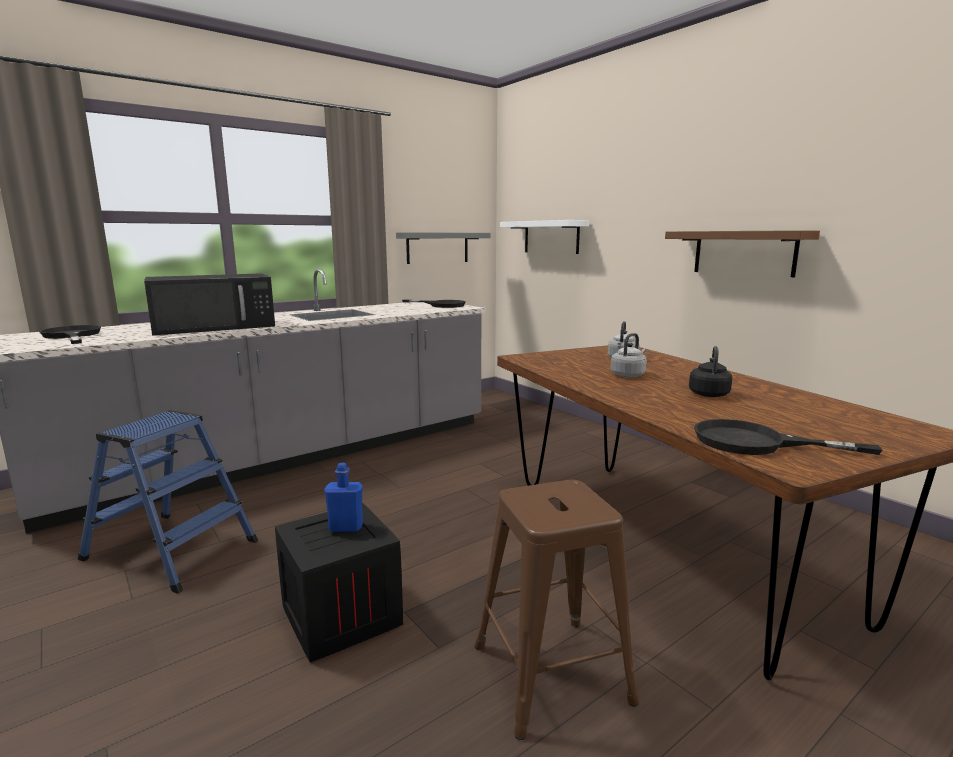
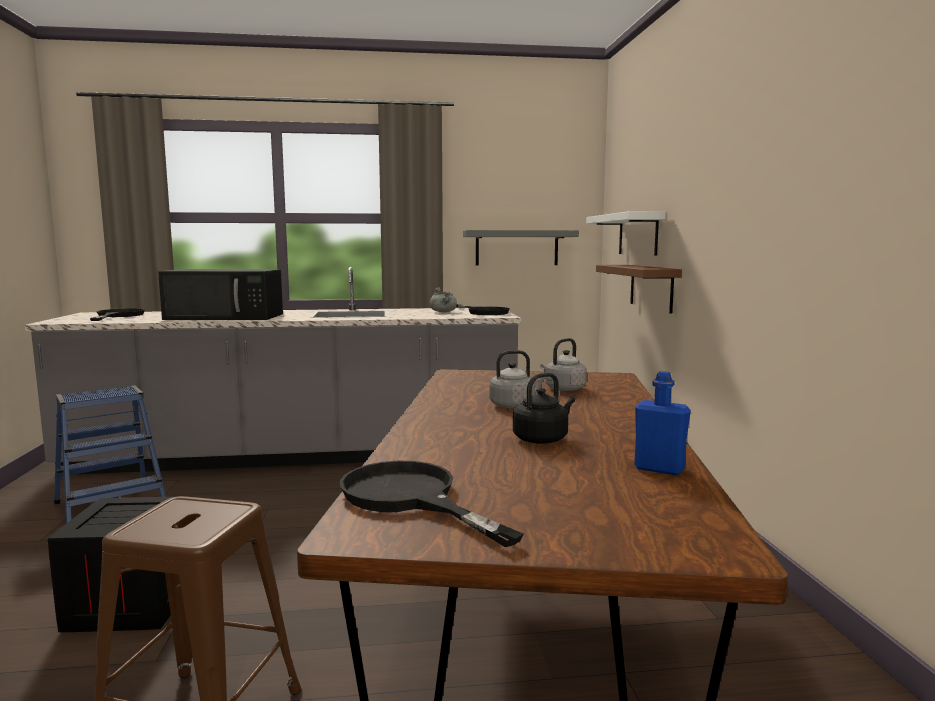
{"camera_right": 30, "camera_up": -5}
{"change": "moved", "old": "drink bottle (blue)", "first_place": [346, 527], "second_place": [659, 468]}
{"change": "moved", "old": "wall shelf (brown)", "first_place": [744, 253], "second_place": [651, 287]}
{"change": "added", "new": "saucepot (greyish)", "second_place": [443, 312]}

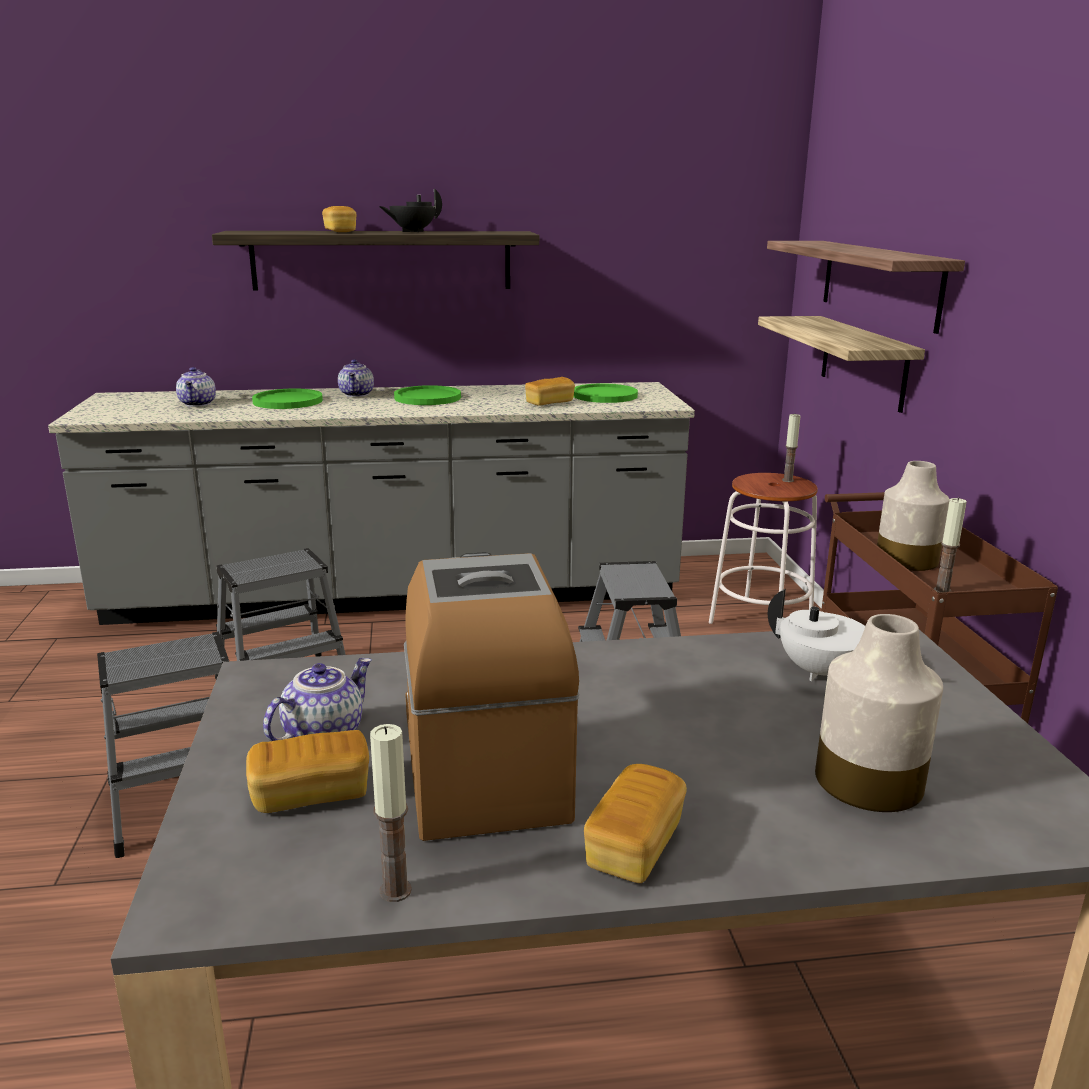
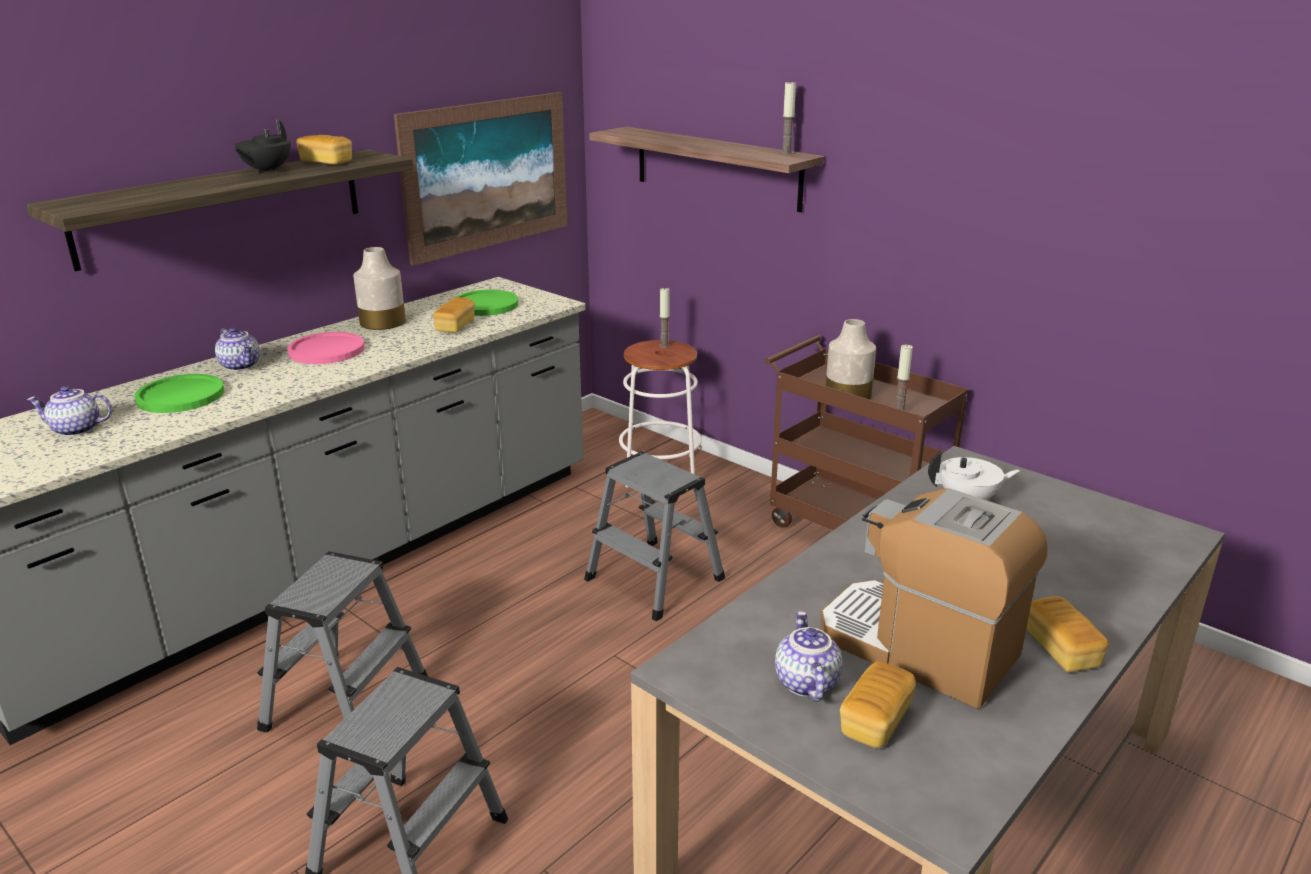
{"camera_right": -40, "camera_up": 5}
{"change": "turned", "old": "pot for tea", "first_place": [198, 404], "second_place": [75, 430], "degrees": 135}
{"change": "moved", "old": "bread", "first_place": [340, 231], "second_place": [326, 162]}
{"change": "moved", "old": "wax candle", "first_place": [395, 891], "second_place": [786, 153]}
{"change": "recoloured", "old": "flat dish (greenish)", "new": "flat dish (pink)", "first_place": [427, 398], "second_place": [326, 350]}
{"change": "removed", "old": "wall shelf", "first_place": [863, 362]}
{"change": "moved", "old": "vase (beige)", "first_place": [868, 780], "second_place": [382, 322]}
{"change": "added", "new": "wall picture", "second_place": [487, 175]}

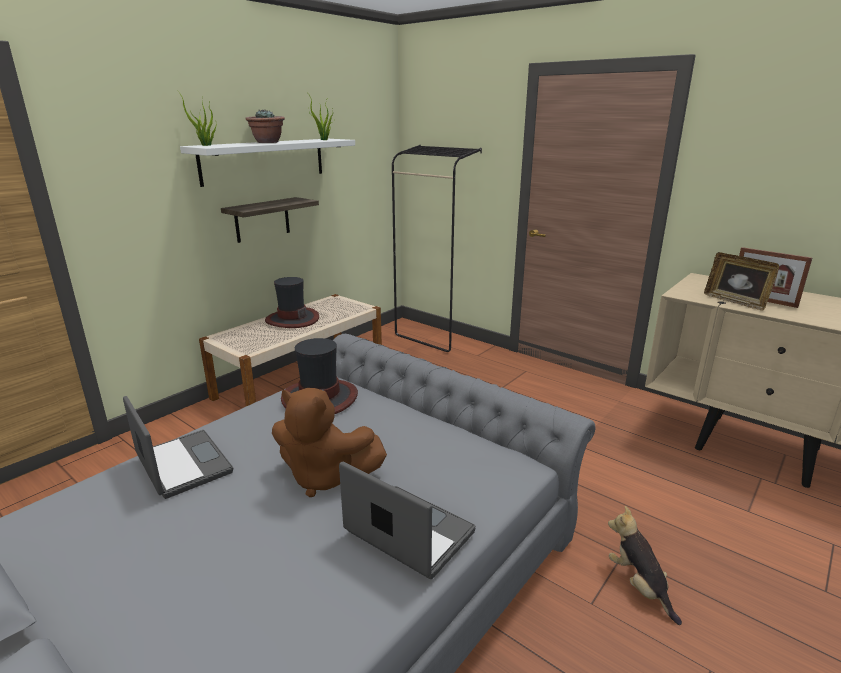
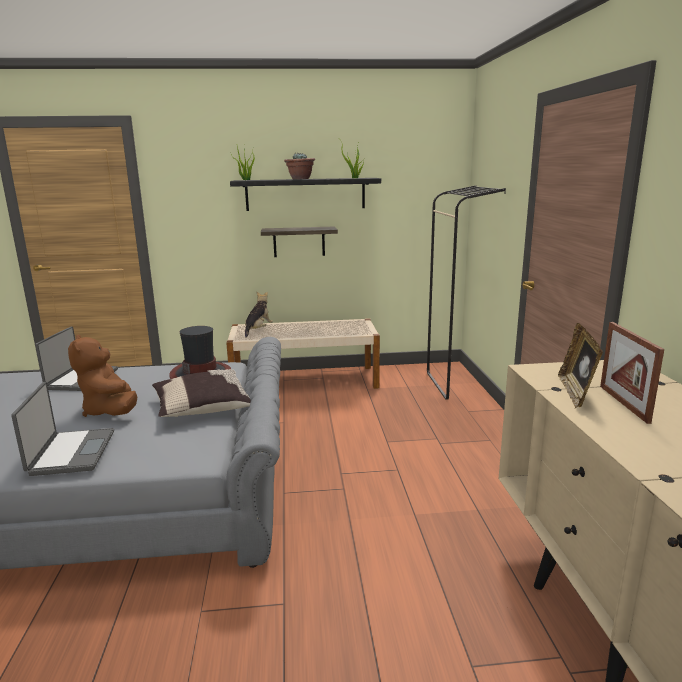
{"camera_right": 45, "camera_up": -5}
{"change": "recoloured", "old": "wall shelf (white)", "new": "wall shelf (blackish)", "first_place": [264, 160], "second_place": [305, 194]}
{"change": "removed", "old": "hat", "first_place": [292, 319]}
{"change": "moved", "old": "soft toy", "first_place": [639, 585], "second_place": [258, 330]}
{"change": "added", "new": "throw pillow", "second_place": [202, 407]}

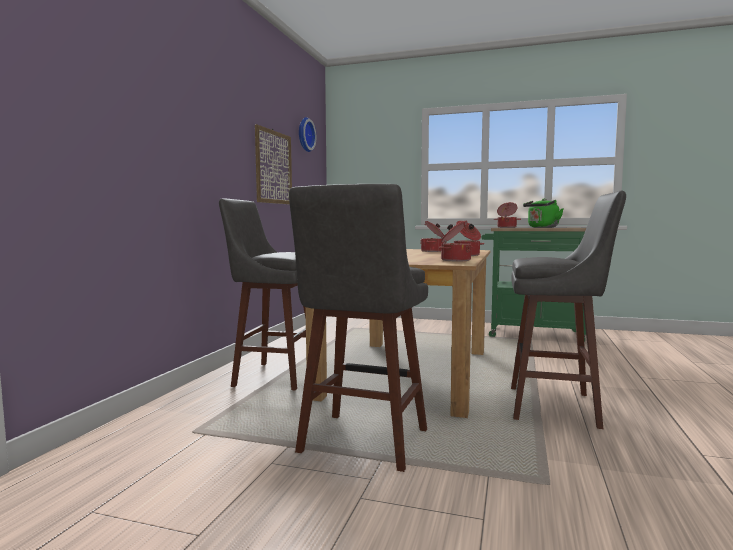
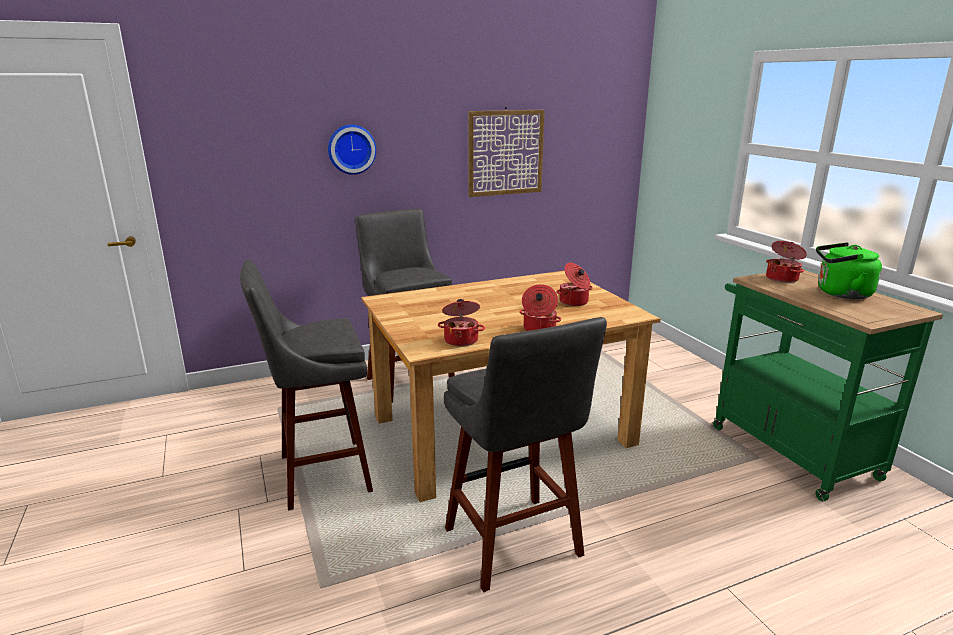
{"camera_right": 50, "camera_up": 15}
{"change": "moved", "old": "clock on the wall", "first_place": [304, 135], "second_place": [351, 149]}

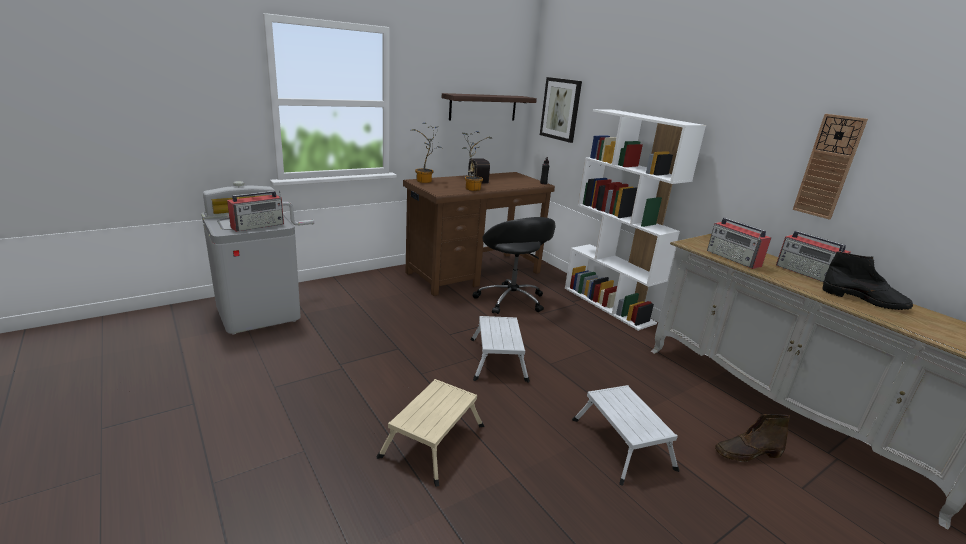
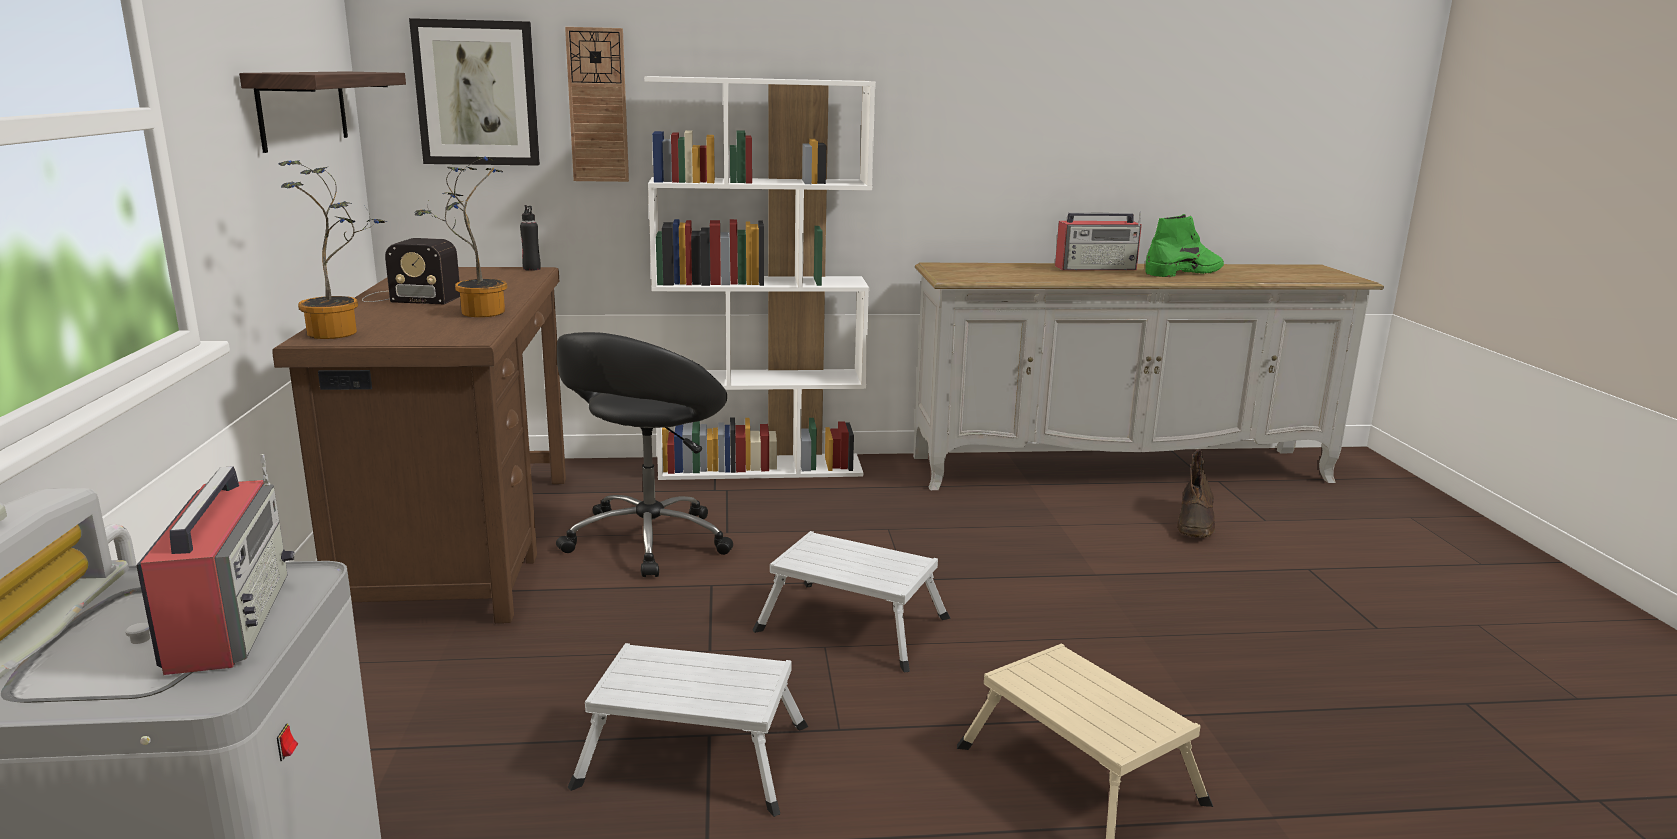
{"camera_right": -60, "camera_up": -5}
{"change": "turned", "old": "office chair (blackish)", "first_place": [511, 301], "second_place": [646, 543], "degrees": 105}
{"change": "moved", "old": "step ladder (white)", "first_place": [623, 444], "second_place": [695, 756]}
{"change": "removed", "old": "radio receiver", "first_place": [733, 258]}
{"change": "moved", "old": "clock on the wall", "first_place": [828, 167], "second_place": [598, 105]}
{"change": "recoloured", "old": "boot (blackish)", "new": "boot (greenish)", "first_place": [864, 300], "second_place": [1184, 272]}

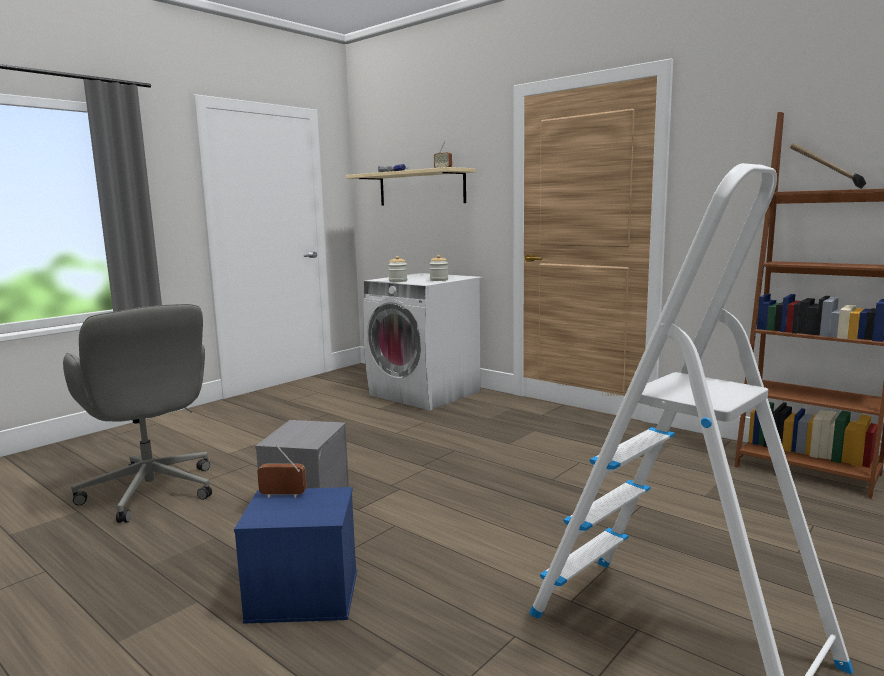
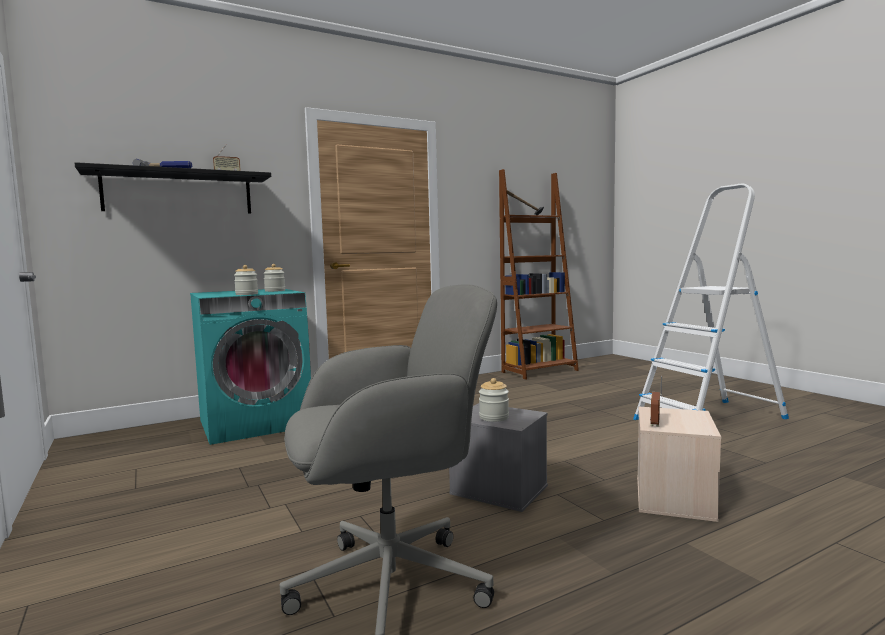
{"camera_right": -70, "camera_up": -5}
{"change": "recoloured", "old": "storage bin (blue)", "new": "storage bin (beige)", "first_place": [301, 596], "second_place": [675, 498]}
{"change": "recoloured", "old": "wall shelf (beige)", "new": "wall shelf (blackish)", "first_place": [421, 188], "second_place": [179, 193]}
{"change": "recoloured", "old": "laundry machine (white)", "new": "laundry machine (blue-green)", "first_place": [427, 393], "second_place": [255, 422]}
{"change": "added", "new": "jar", "second_place": [494, 417]}

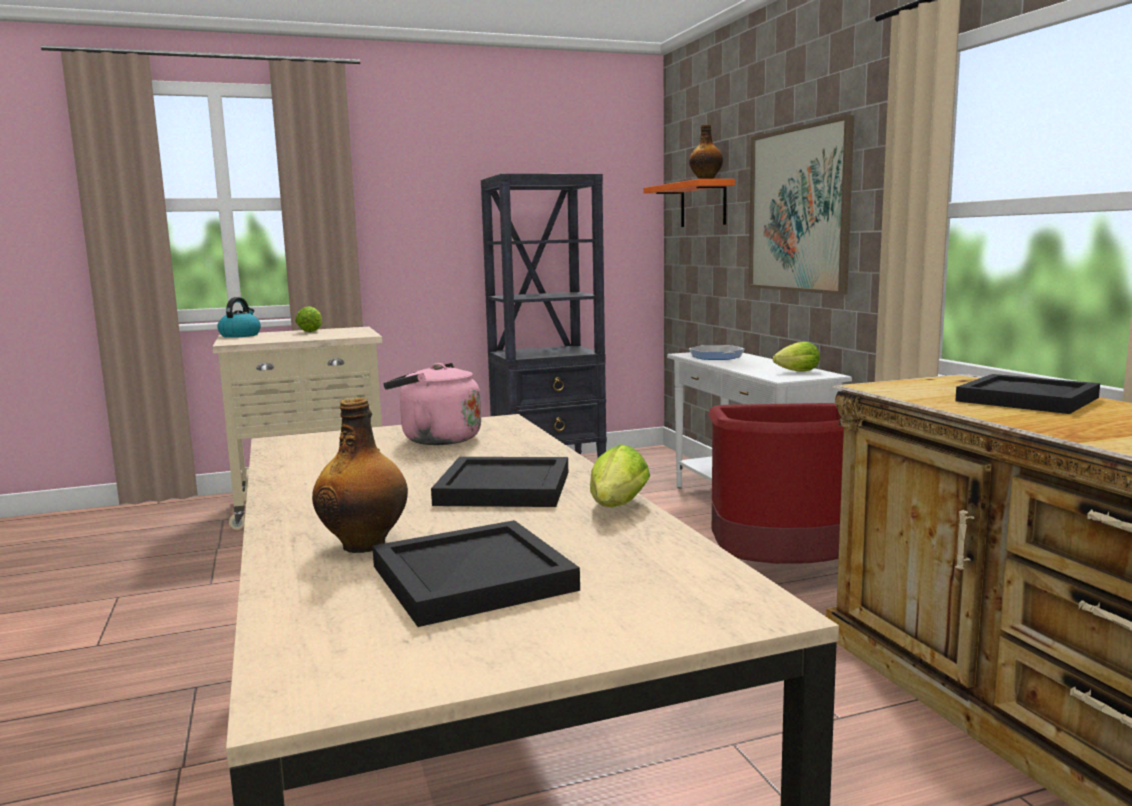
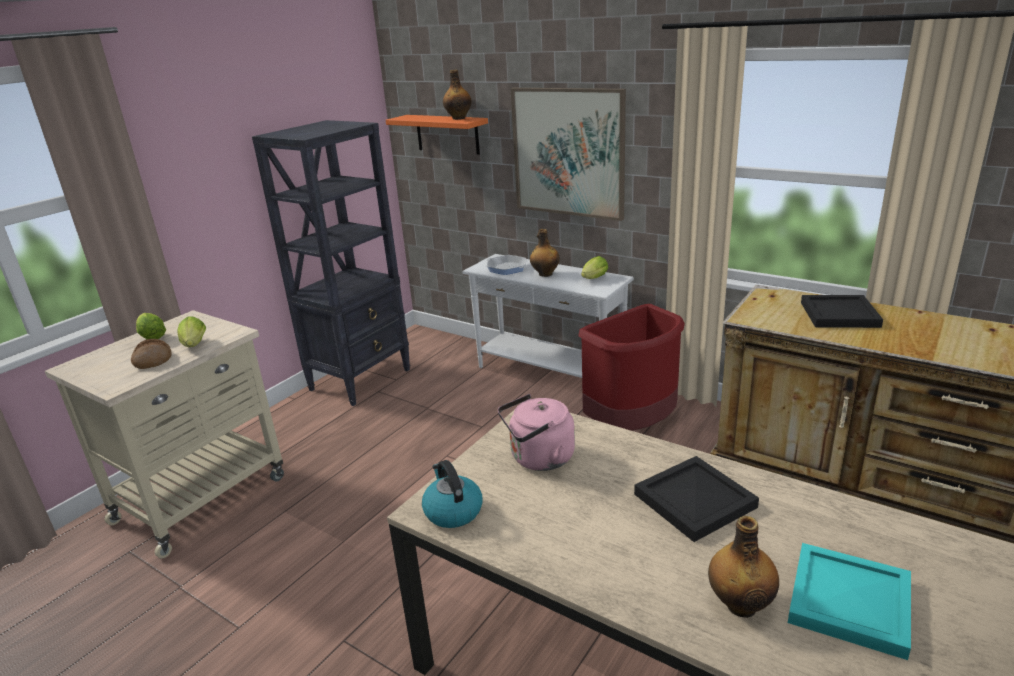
{"camera_right": -35, "camera_up": 15}
{"change": "moved", "old": "water kettle", "first_place": [240, 335], "second_place": [452, 511]}
{"change": "recoloured", "old": "tray (blackish)", "new": "tray (blue-green)", "first_place": [476, 578], "second_place": [851, 601]}
{"change": "moved", "old": "lettuce", "first_place": [616, 508], "second_place": [194, 346]}
{"change": "added", "new": "bread", "second_place": [153, 360]}
{"change": "added", "new": "drink bottle", "second_place": [545, 274]}

